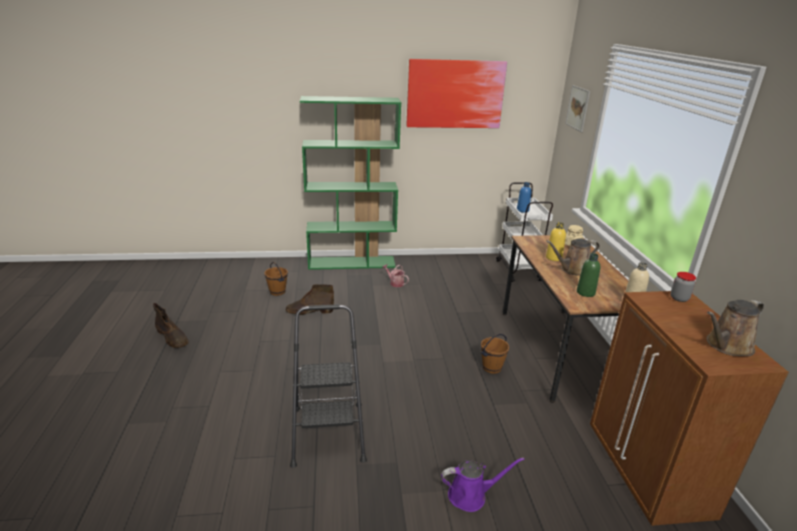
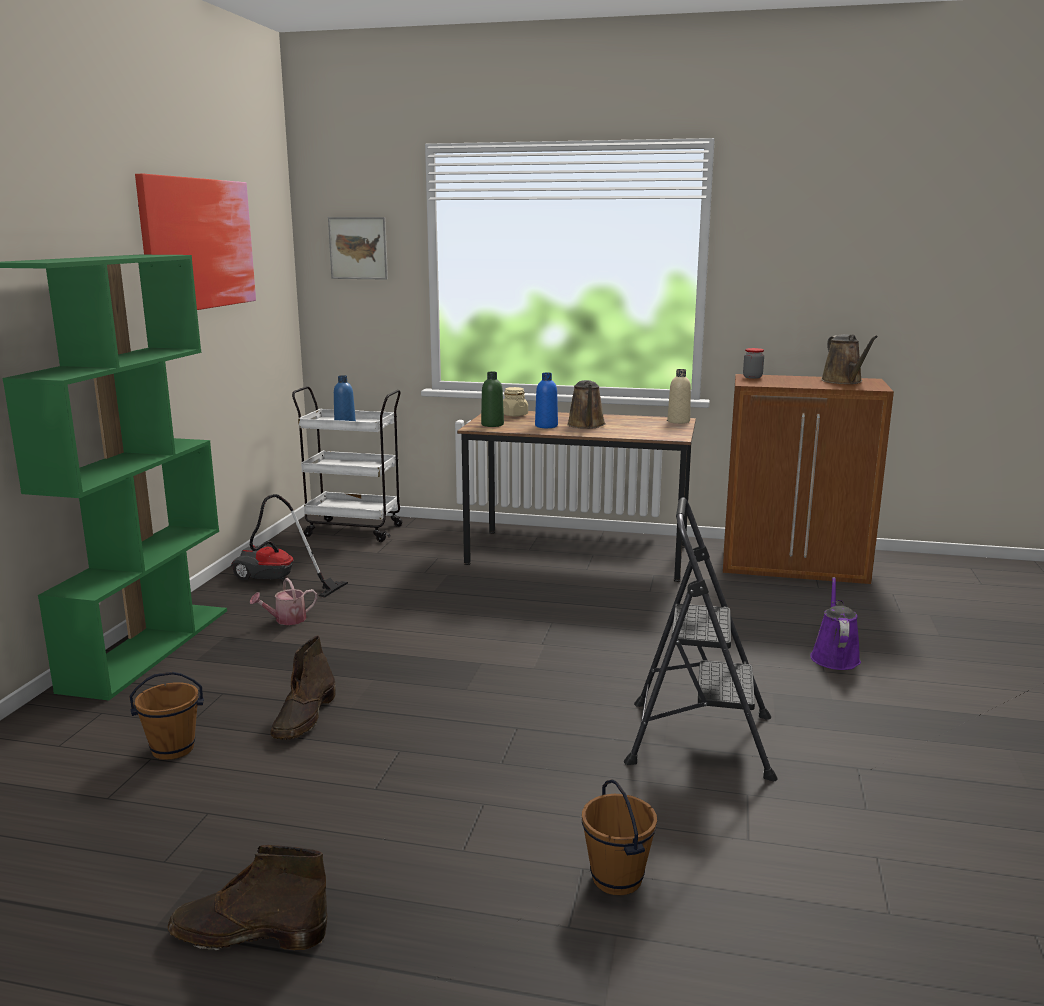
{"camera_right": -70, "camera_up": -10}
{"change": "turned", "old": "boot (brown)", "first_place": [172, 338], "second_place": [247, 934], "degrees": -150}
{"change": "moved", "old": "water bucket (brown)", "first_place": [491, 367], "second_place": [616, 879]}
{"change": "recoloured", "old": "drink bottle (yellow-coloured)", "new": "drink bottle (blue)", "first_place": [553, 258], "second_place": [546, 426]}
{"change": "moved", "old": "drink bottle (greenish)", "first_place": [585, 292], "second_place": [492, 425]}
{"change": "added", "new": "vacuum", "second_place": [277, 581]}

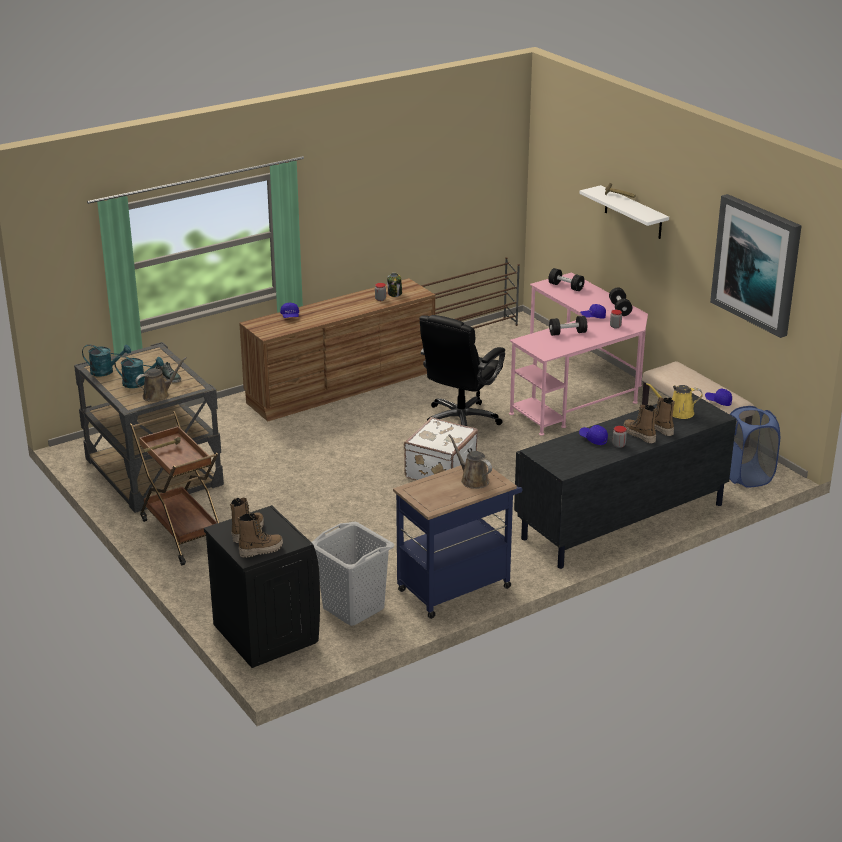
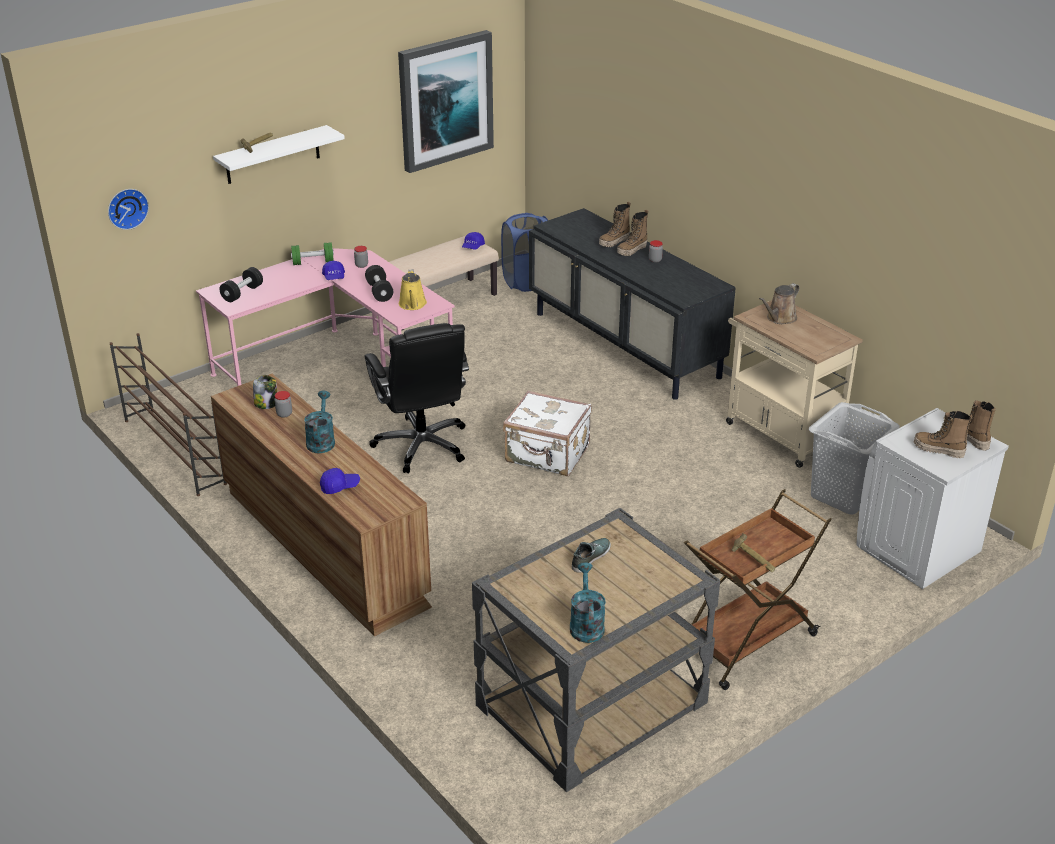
{"camera_right": -95, "camera_up": 5}
{"change": "moved", "old": "watering pot (blue-green)", "first_place": [138, 383], "second_place": [321, 440]}
{"change": "removed", "old": "watering pot (brown)", "first_place": [158, 395]}
{"change": "recoloured", "old": "laundry machine (blackish)", "new": "laundry machine (white)", "first_place": [265, 634], "second_place": [917, 550]}
{"change": "recoloured", "old": "trolley (blue)", "new": "trolley (beige)", "first_place": [457, 588], "second_place": [779, 433]}
{"change": "turned", "old": "office chair (blackish)", "first_place": [461, 420], "second_place": [422, 445], "degrees": 45}
{"change": "removed", "old": "baseball cap (blue)", "first_place": [593, 439]}
{"change": "recoloured", "old": "hand weight (blackish)", "new": "hand weight (greenish)", "first_place": [620, 309], "second_place": [313, 262]}
{"change": "moved", "old": "watering pot (yellow-coloured)", "first_place": [677, 413], "second_place": [412, 305]}
{"change": "added", "new": "clock on the wall", "second_place": [126, 208]}

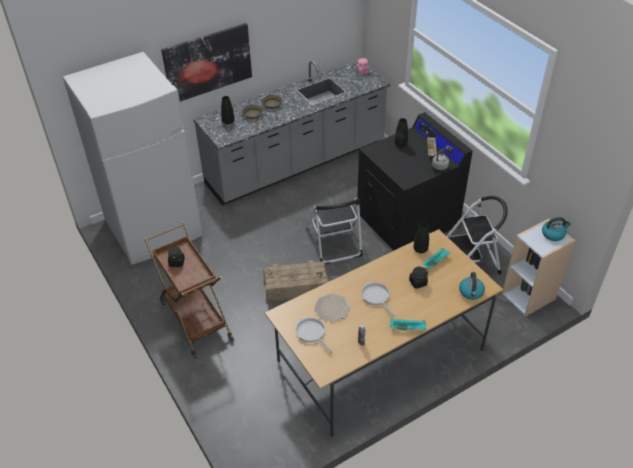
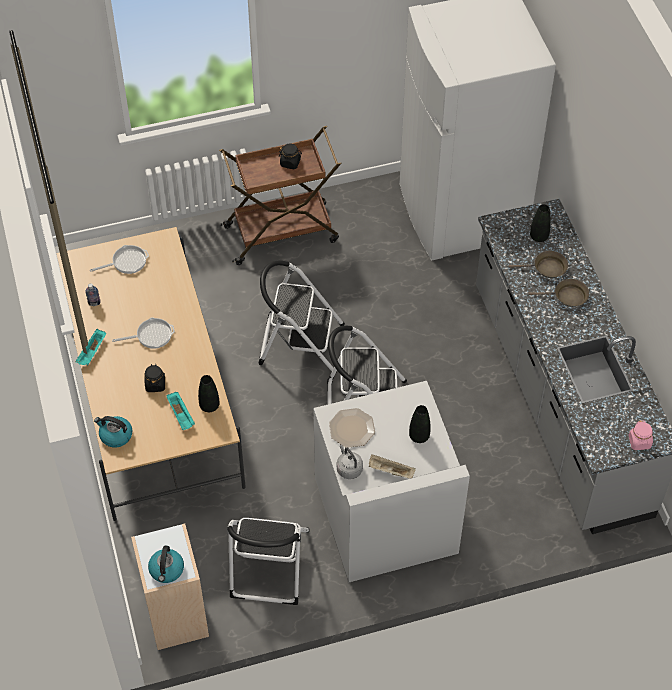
{"camera_right": 105, "camera_up": 10}
{"change": "removed", "old": "wall picture", "first_place": [208, 63]}
{"change": "replaced", "old": "shipping crate", "new": "step ladder", "first_place": [295, 287], "second_place": [298, 343]}
{"change": "moved", "old": "flat dish", "first_place": [332, 308], "second_place": [351, 428]}
{"change": "recoloured", "old": "laundry machine (blackish)", "new": "laundry machine (white)", "first_place": [407, 219], "second_place": [384, 515]}

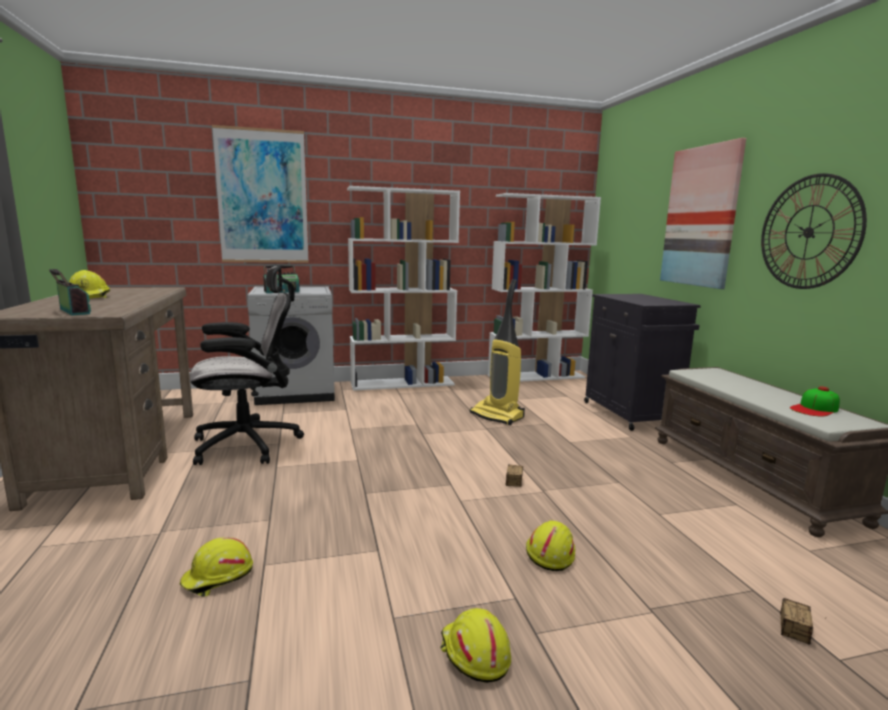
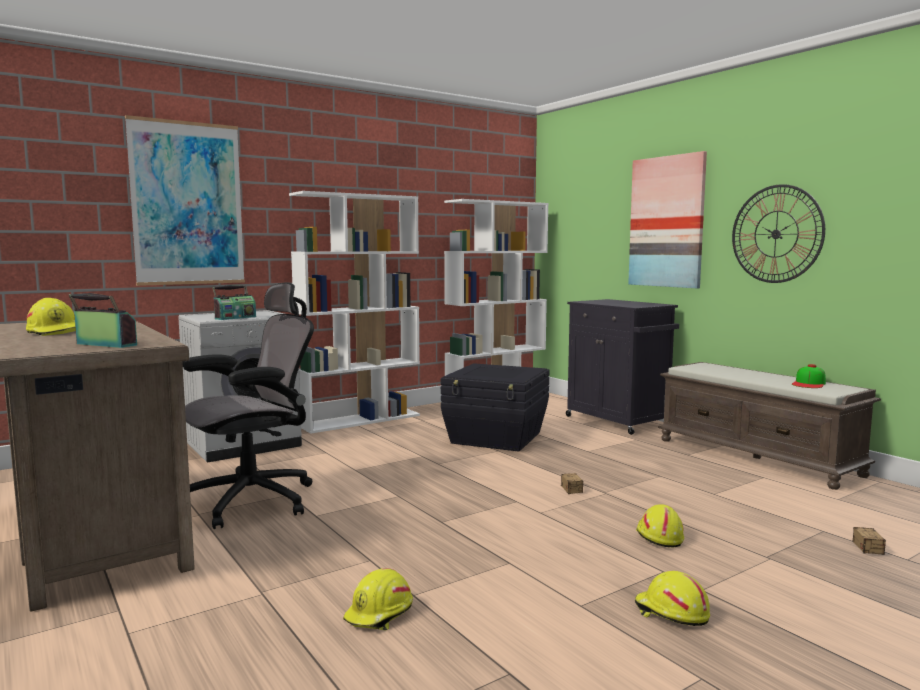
{"camera_right": -20, "camera_up": -5}
{"change": "replaced", "old": "vacuum", "new": "storage bin (blackish)", "first_place": [497, 416], "second_place": [496, 438]}

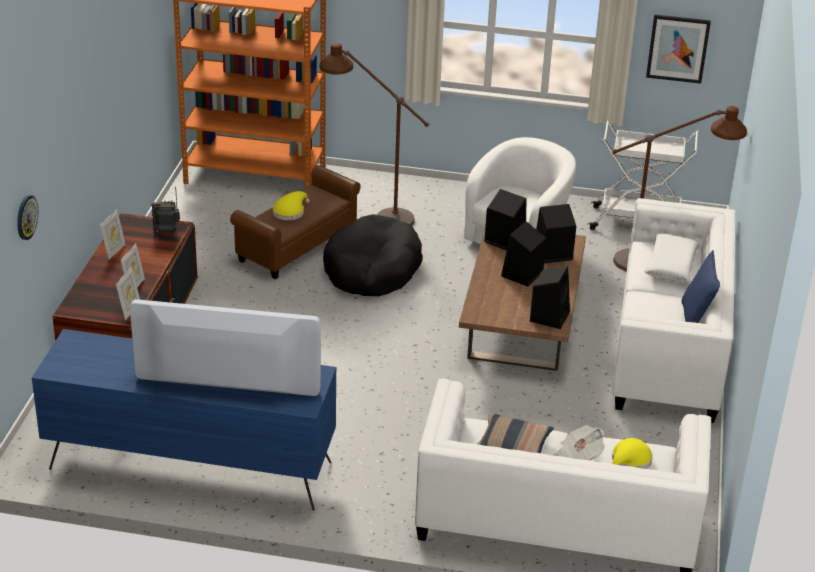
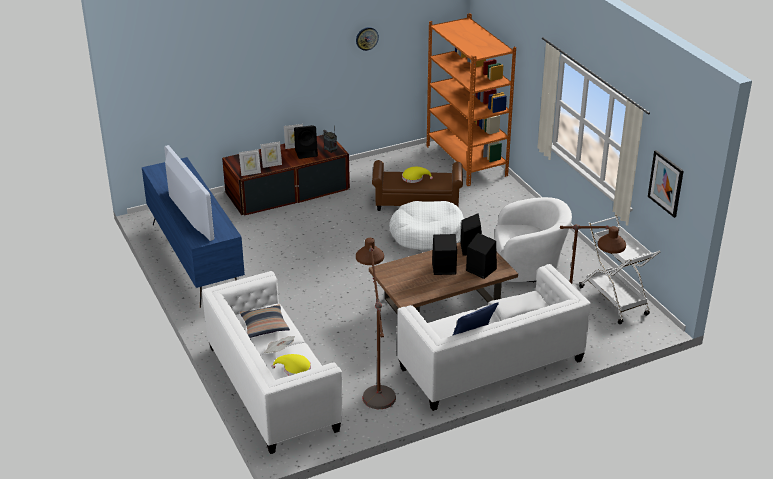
{"camera_right": 55, "camera_up": 0}
{"change": "moved", "old": "clock on the wall", "first_place": [26, 217], "second_place": [366, 38]}
{"change": "moved", "old": "standard lamp (brown)", "first_place": [370, 212], "second_place": [375, 382]}
{"change": "recoloured", "old": "dog cushion (blackish)", "new": "dog cushion (white)", "first_place": [372, 270], "second_place": [427, 234]}
{"change": "moved", "old": "speaker (blackish)", "first_place": [549, 316], "second_place": [307, 152]}

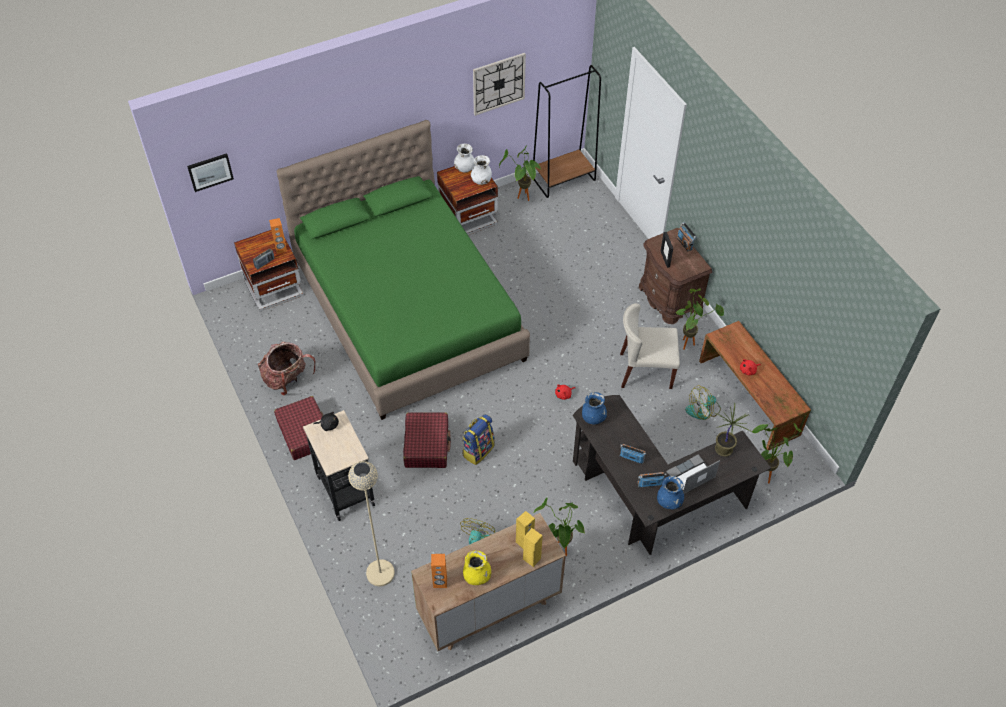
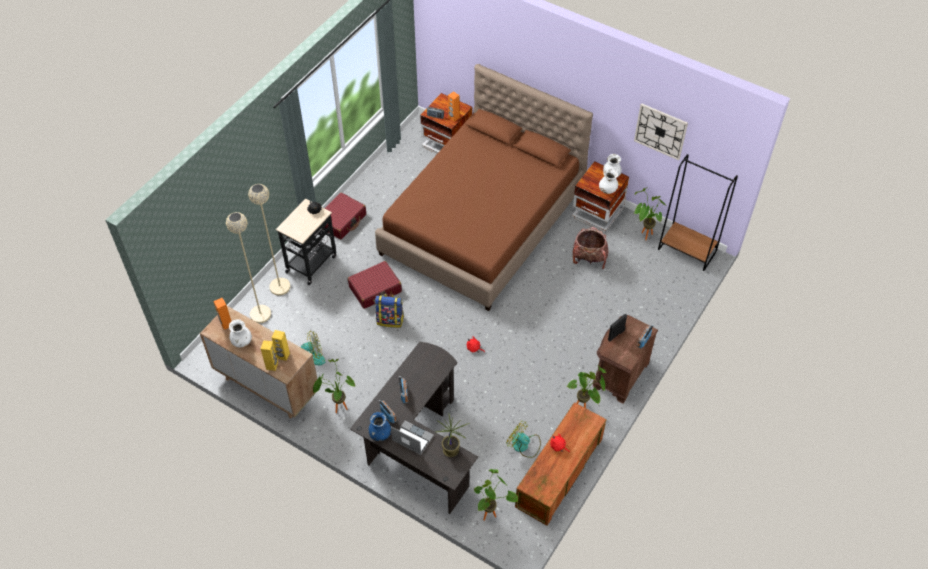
{"camera_right": 60, "camera_up": 0}
{"change": "removed", "old": "wall picture", "first_place": [210, 171]}
{"change": "moved", "old": "rucksack", "first_place": [287, 379], "second_place": [589, 258]}
{"change": "recoloured", "old": "bed (greenish)", "new": "bed (brown)", "first_place": [408, 309], "second_place": [483, 221]}
{"change": "recoloured", "old": "vase (yellow-coloured)", "new": "vase (white)", "first_place": [477, 576], "second_place": [242, 341]}
{"change": "removed", "old": "vase (blue)", "first_place": [593, 417]}
{"change": "removed", "old": "upright chair (beige)", "first_place": [645, 371]}
{"change": "added", "new": "standard lamp (beige)", "second_place": [279, 287]}

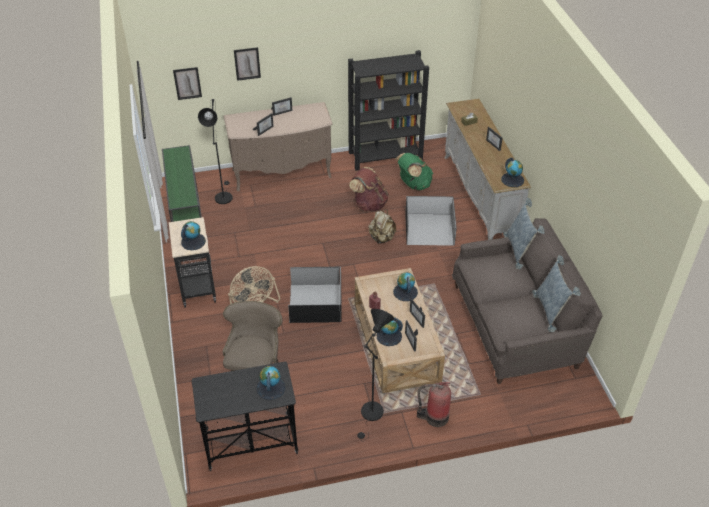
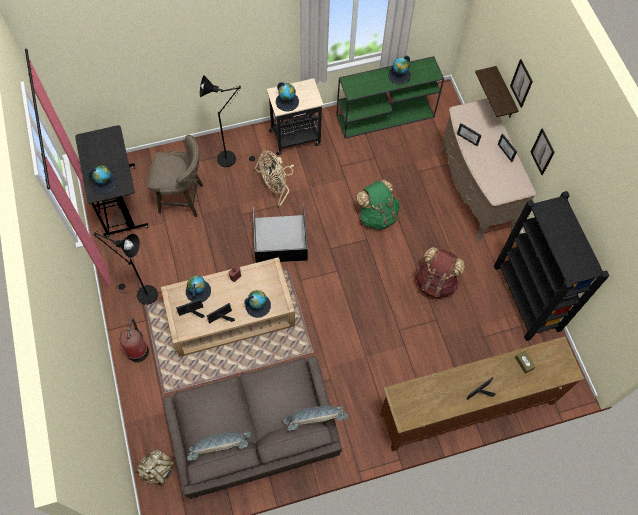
{"camera_right": 85, "camera_up": 20}
{"change": "moved", "old": "wall picture", "first_place": [187, 83], "second_place": [542, 152]}
{"change": "moved", "old": "standard lamp (blackish)", "first_place": [223, 196], "second_place": [230, 158]}
{"change": "moved", "old": "rucksack (beige)", "first_place": [381, 238], "second_place": [158, 470]}
{"change": "moved", "old": "rucksack (greenish)", "first_place": [413, 184], "second_place": [377, 215]}
{"change": "removed", "old": "storage bin (blackish)", "first_place": [428, 229]}
{"change": "recoloured", "old": "cabinet (greyish)", "new": "cabinet (brown)", "first_place": [479, 196], "second_place": [466, 407]}
{"change": "moved", "old": "desk globe", "first_place": [512, 180], "second_place": [399, 75]}
{"change": "added", "new": "wall shelf", "second_place": [504, 94]}

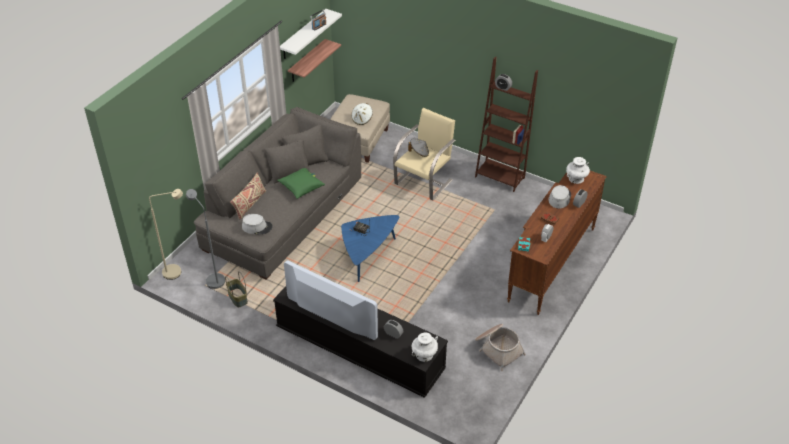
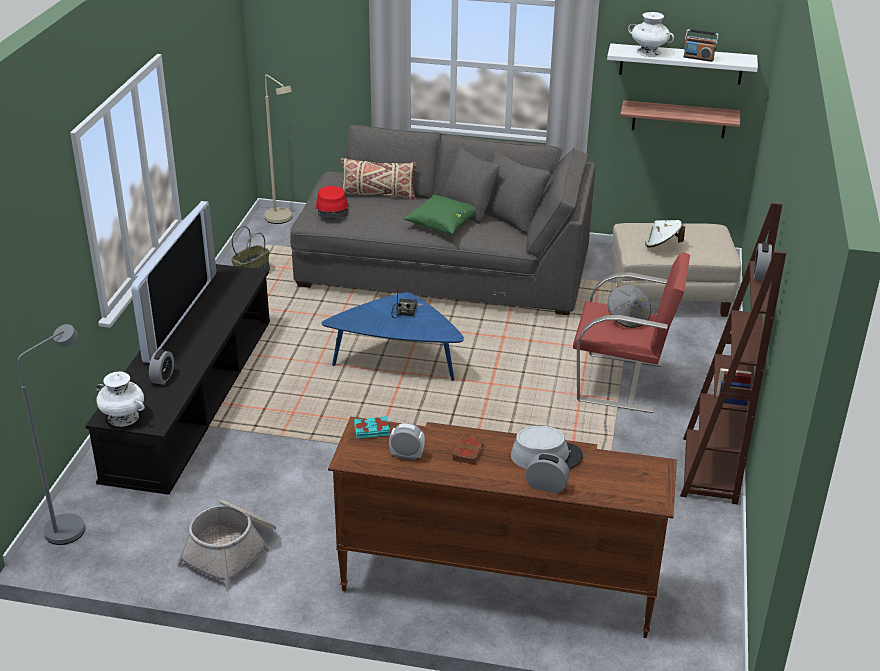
{"camera_right": 70, "camera_up": -10}
{"change": "moved", "old": "standard lamp (greyish)", "first_place": [213, 278], "second_place": [73, 525]}
{"change": "recoloured", "old": "hat (greyish)", "new": "hat (red)", "first_place": [257, 227], "second_place": [332, 209]}
{"change": "recoloured", "old": "lounge chair (beige)", "new": "lounge chair (red)", "first_place": [424, 181], "second_place": [622, 382]}
{"change": "moved", "old": "vase (white)", "first_place": [576, 178], "second_place": [648, 52]}

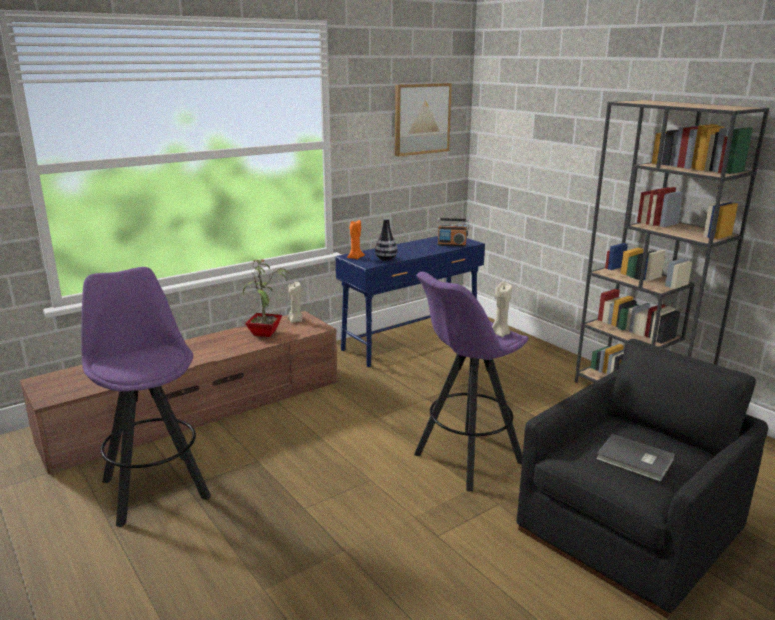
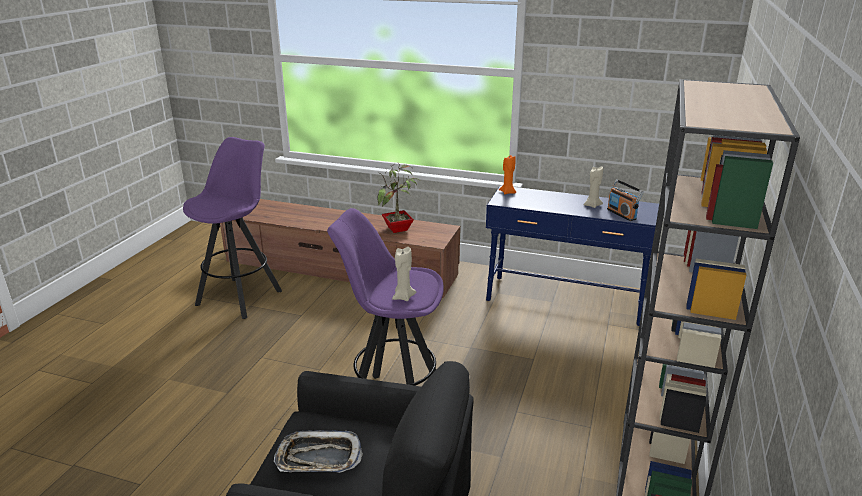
{"camera_right": 55, "camera_up": 5}
{"change": "moved", "old": "wax candle (beige)", "first_place": [295, 320], "second_place": [592, 205]}
{"change": "removed", "old": "vase", "first_place": [386, 259]}
{"change": "removed", "old": "wall picture", "first_place": [421, 119]}
{"change": "replaced", "old": "book (greyish)", "new": "tray", "first_place": [635, 460], "second_place": [318, 458]}

